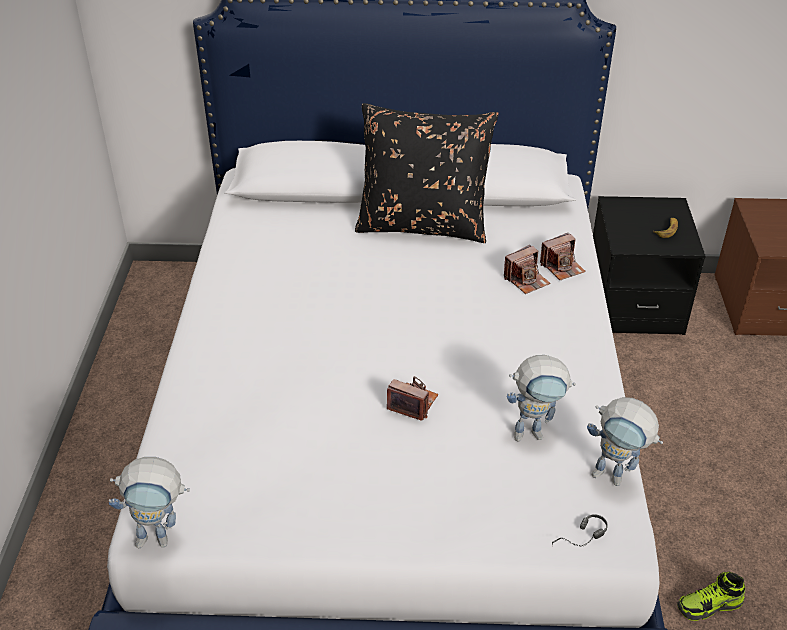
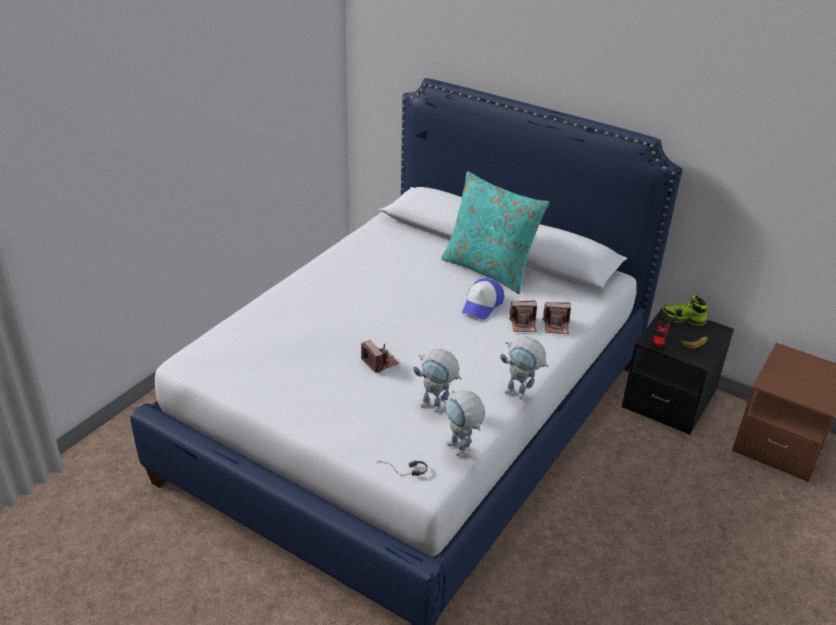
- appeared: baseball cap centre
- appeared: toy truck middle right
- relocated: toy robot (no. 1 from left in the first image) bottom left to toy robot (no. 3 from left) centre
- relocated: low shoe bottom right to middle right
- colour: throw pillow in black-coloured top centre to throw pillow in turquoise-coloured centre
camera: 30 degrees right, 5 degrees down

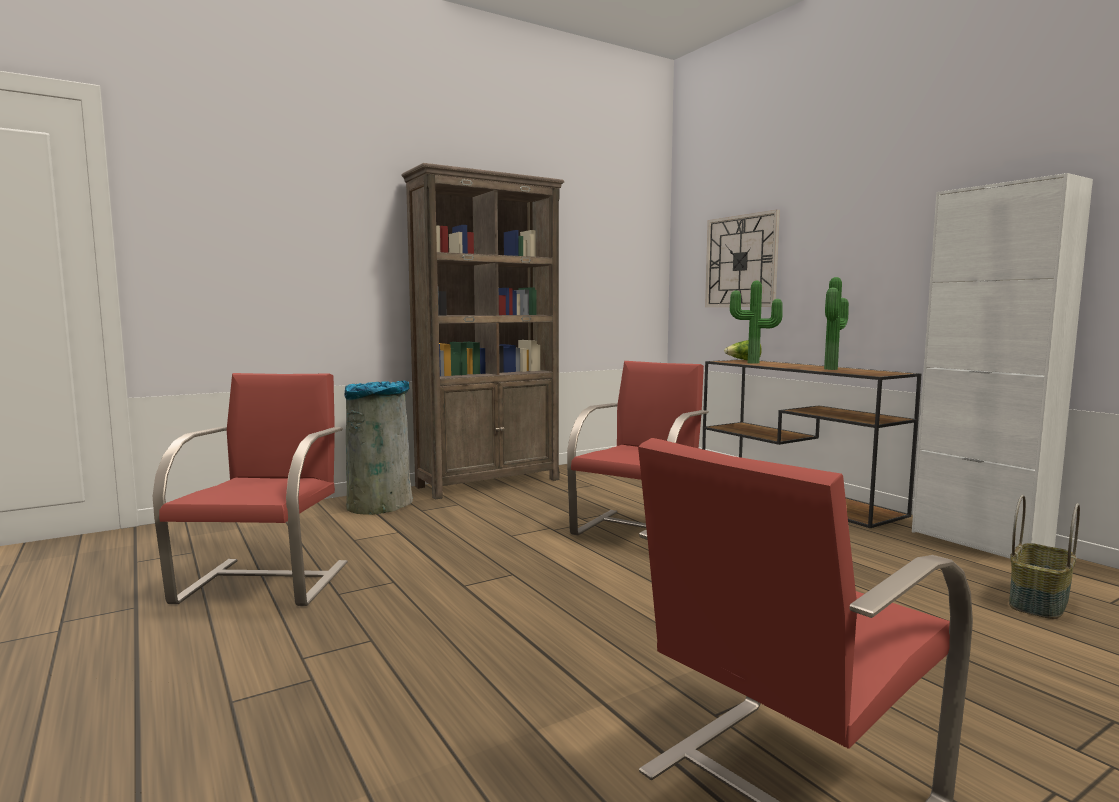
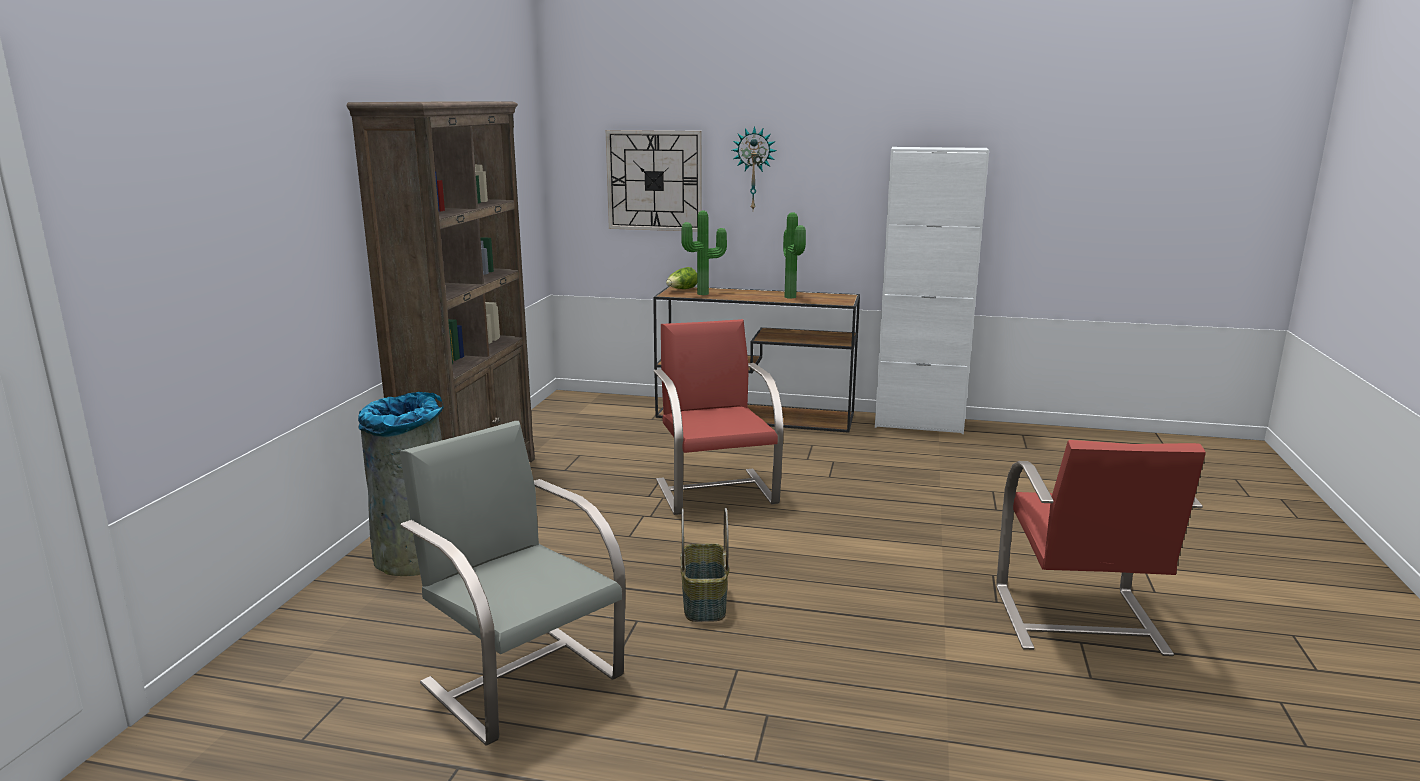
- appeared: clock on the wall (no. 2 from left) top centre
- relocated: household basket bottom right to bottom centre
- colour: plain chair in reddish (no. 1 from left) middle left to plain chair in grey bottom centre
camera: 45 degrees left, 10 degrees up

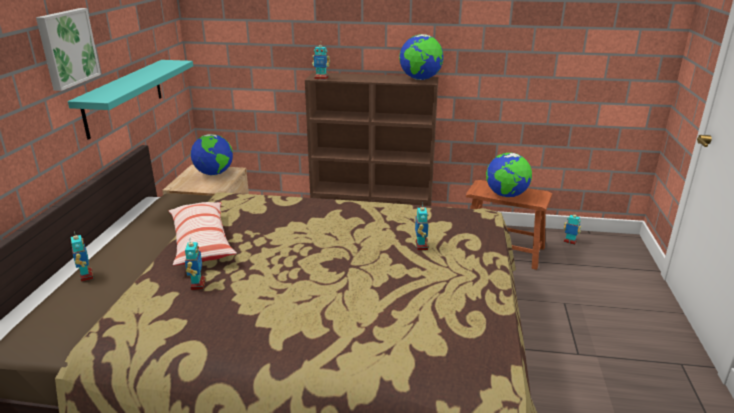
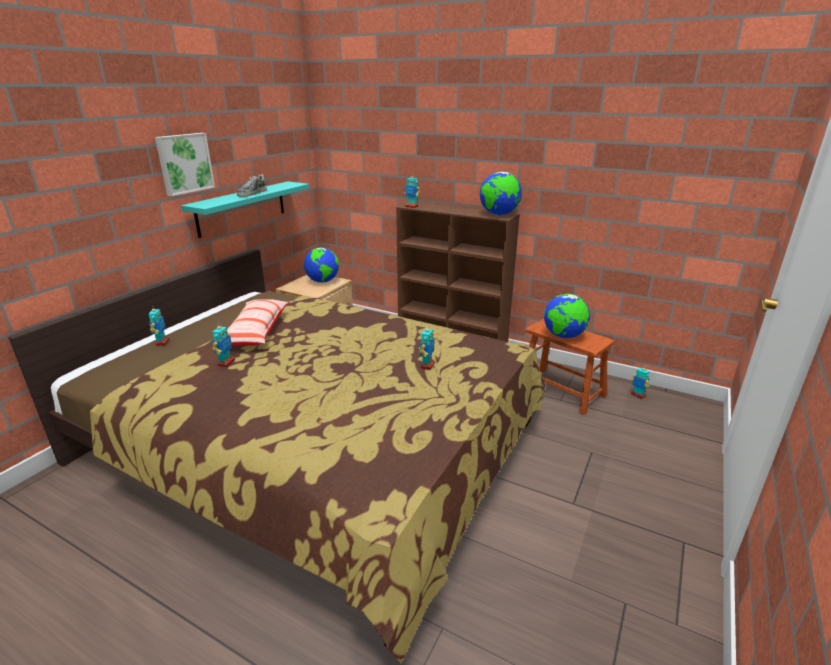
- appeared: low shoe top left
camera: 20 degrees right, 0 degrees up

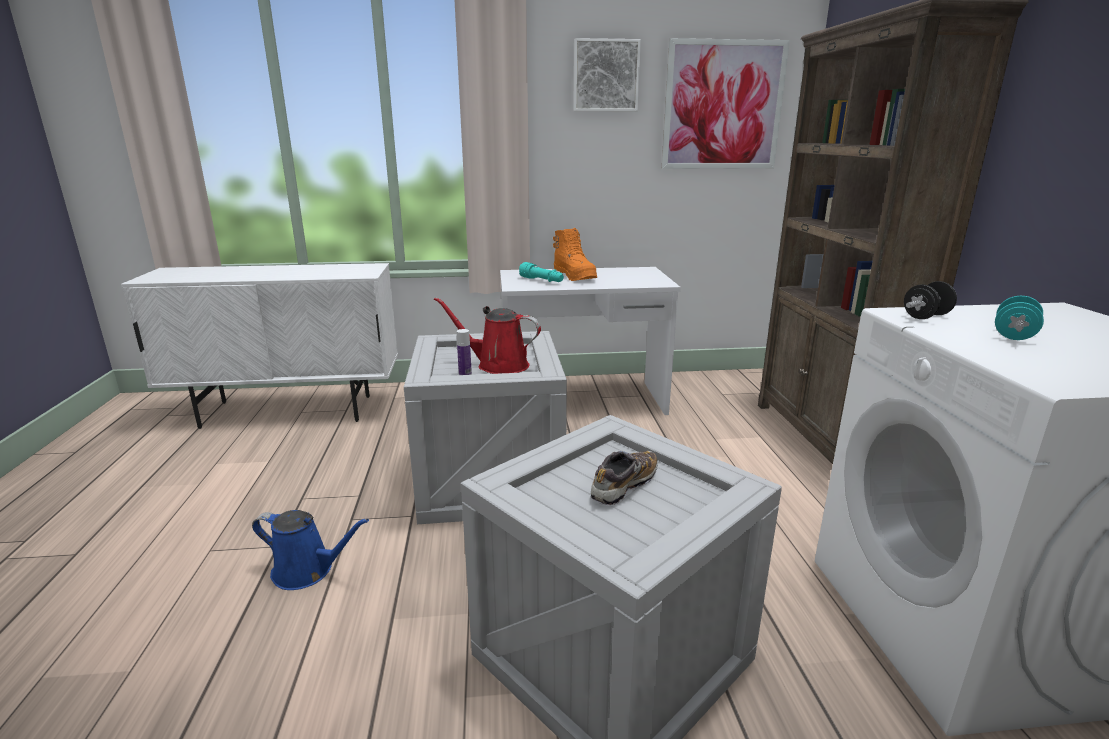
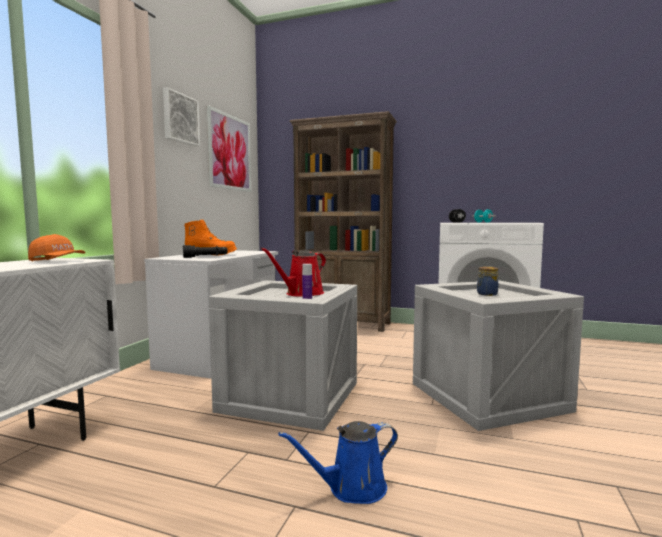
- appeared: baseball cap in orange middle left
- exchanged: low shoe centre to jar middle right
- colour: torch in turquoise-coloured centre to torch in black-coloured middle left
- spun: watering can in blue-coloured bottom left = bottom centre 150 degrees counterclockwise
camera: 65 degrees left, 15 degrees down

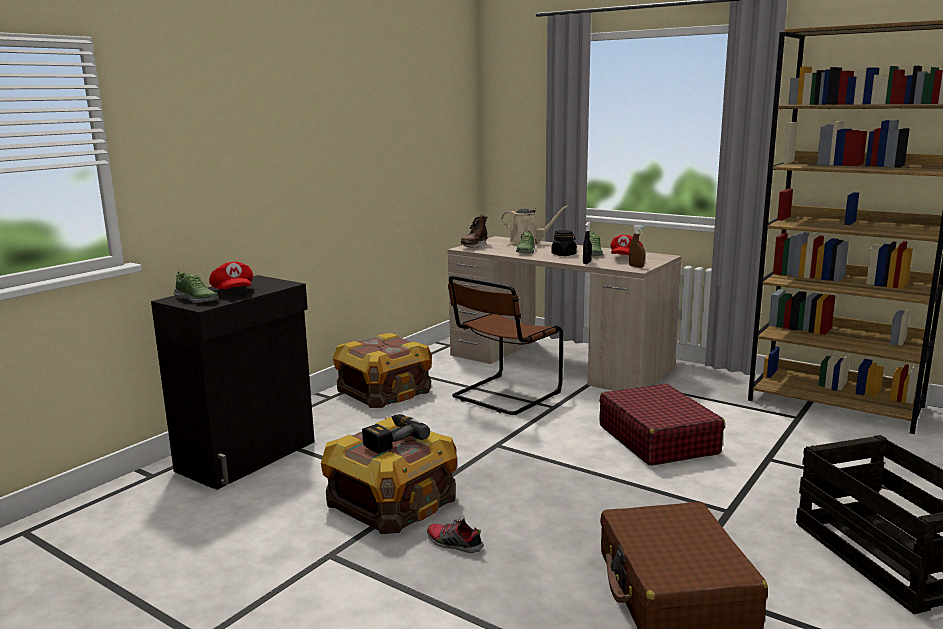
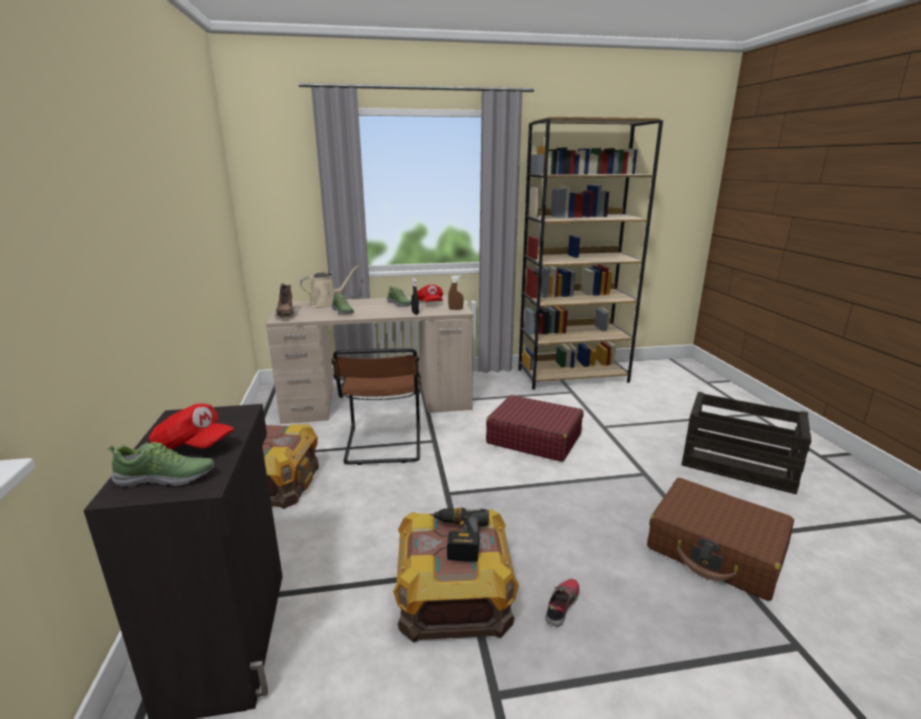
- missing: jar in black-coloured centre
- spun: low shoe (no. 2 from left in the first image) bottom centre = bottom centre 135 degrees clockwise
camera: 45 degrees left, 5 degrees up

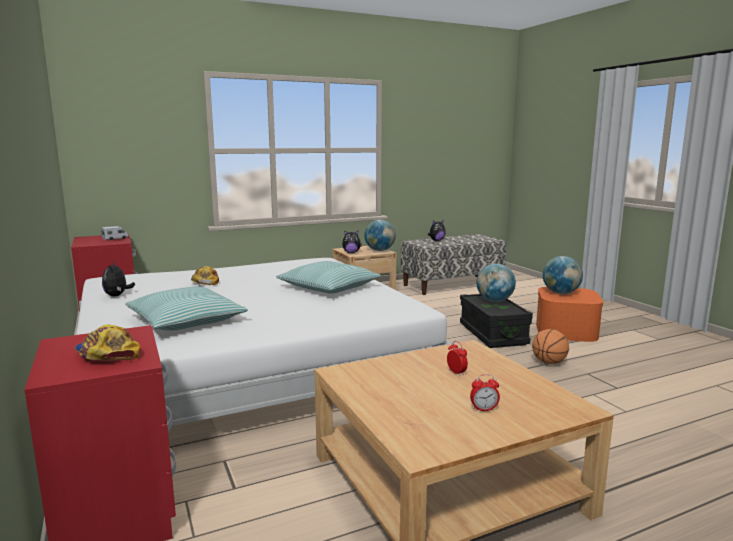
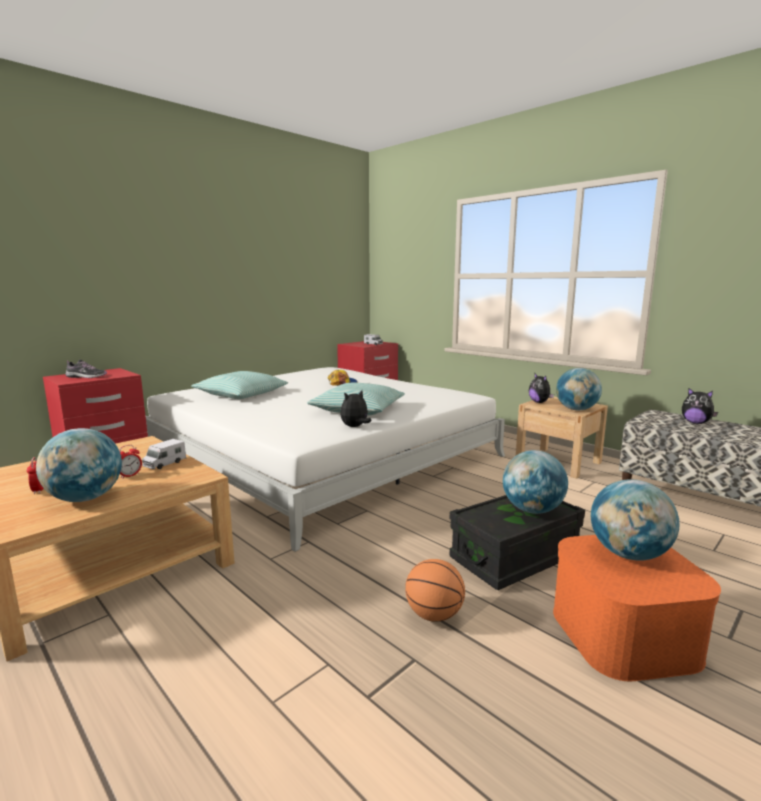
- appeared: desk globe (no. 1 from left) middle left
- appeared: toy truck (no. 1 from left) middle left
- relocated: plush toy (no. 1 from left) middle left to centre
- exchanged: baseball cap (no. 1 from left) middle left to low shoe middle left
camera: 70 degrees right, 0 degrees up

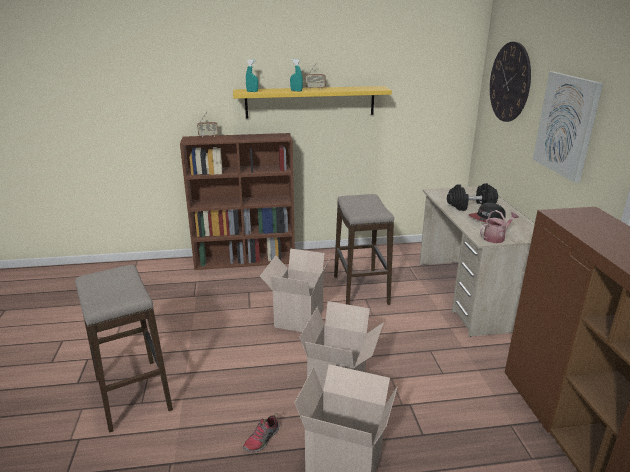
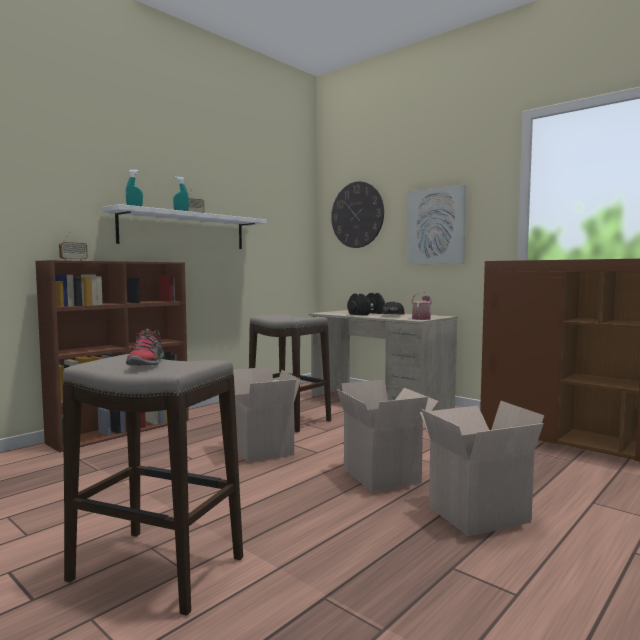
- relocated: low shoe bottom centre to middle left
- colour: bracket shelf in yellow-coloured top centre to bracket shelf in white-coloured middle left
camera: 40 degrees left, 20 degrees down

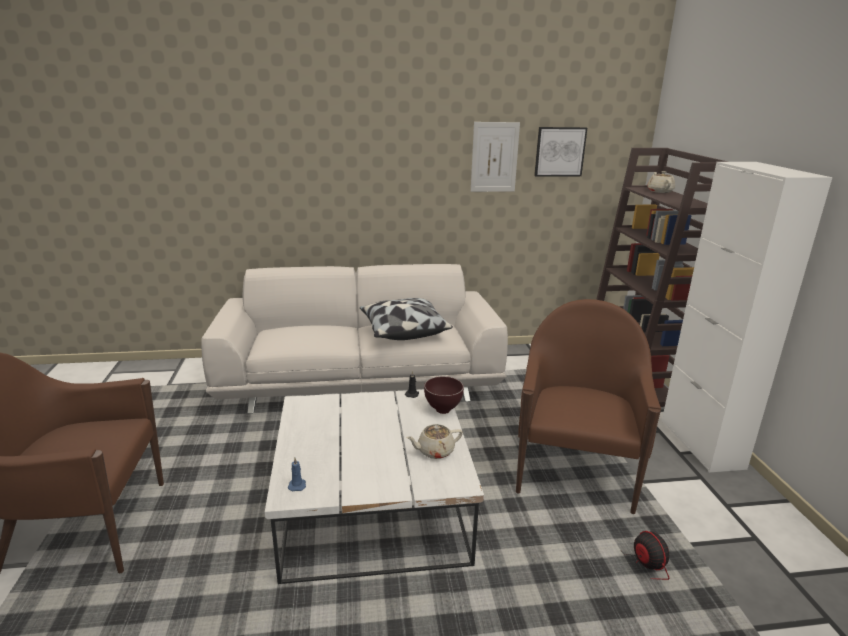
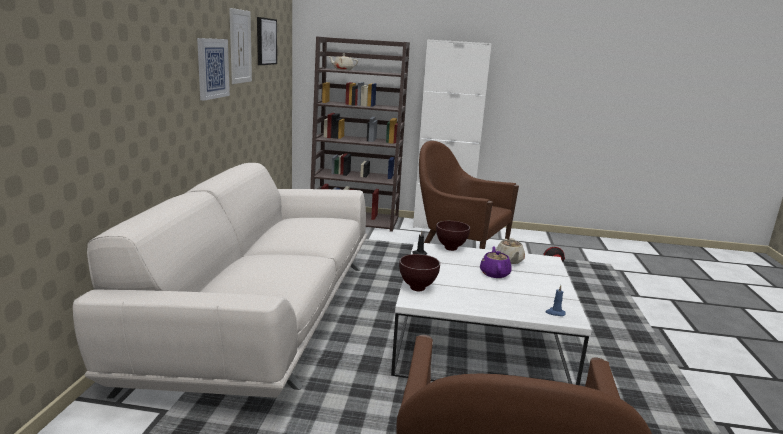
- missing: throw pillow centre
- appeared: picture (no. 1 from left) top left
- appeared: serving bowl in brownish (no. 1 from left) centre
- appeared: tea pot in purplish centre
camera: 75 degrees left, 5 degrees down

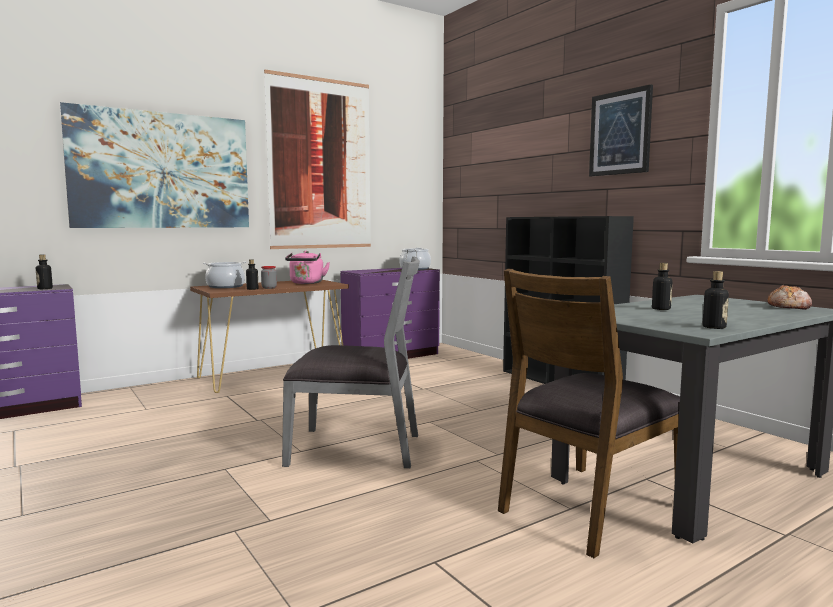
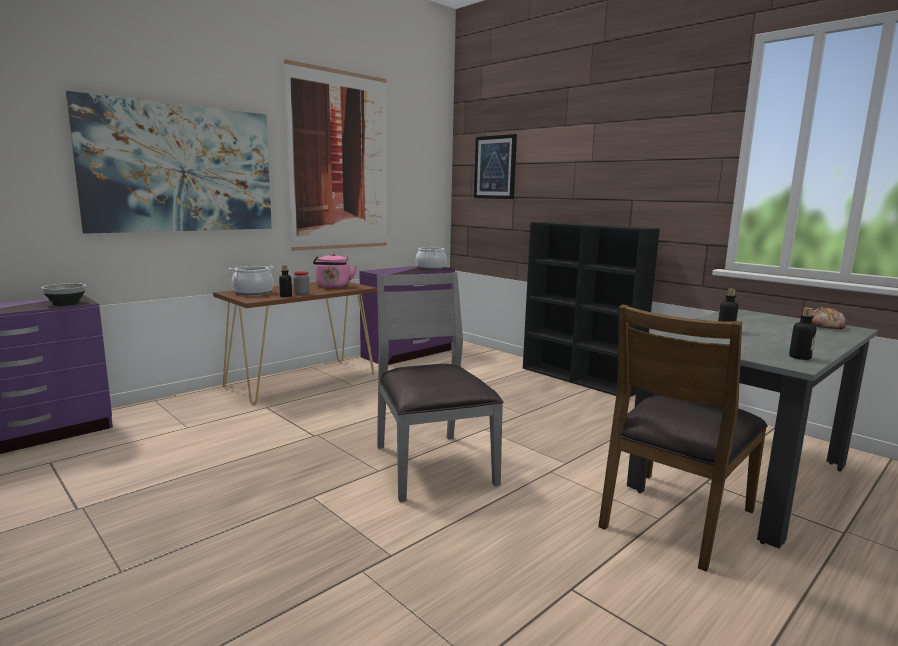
- relocated: picture (no. 3 from left) top right to top centre
- exchanged: drink bottle (no. 1 from left) middle left to serving bowl middle left
- spun: plain chair in grey centre = centre 105 degrees counterclockwise
camera: 10 degrees left, 5 degrees up

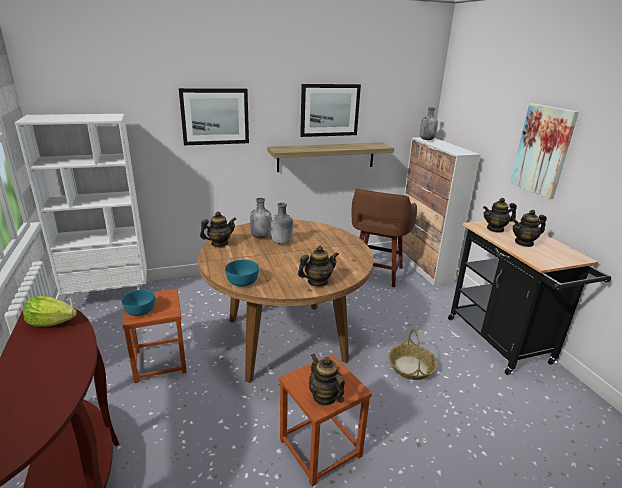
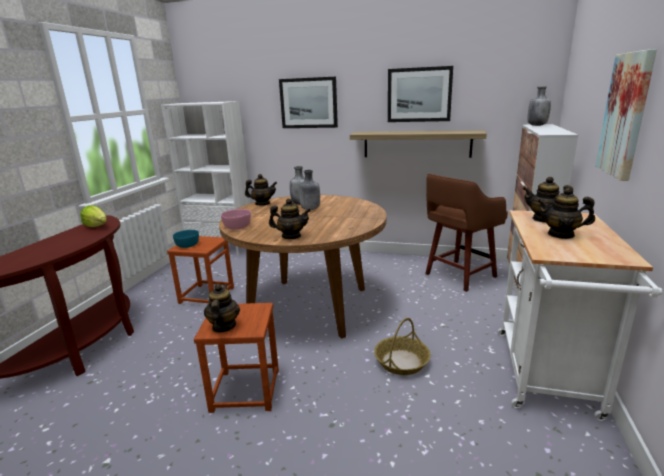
- colour: serving bowl in turquoise-coloured (no. 2 from left) centre to serving bowl in pink centre
- colour: trolley in black-coloured middle right to trolley in white-coloured middle right
camera: 35 degrees right, 5 degrees down

